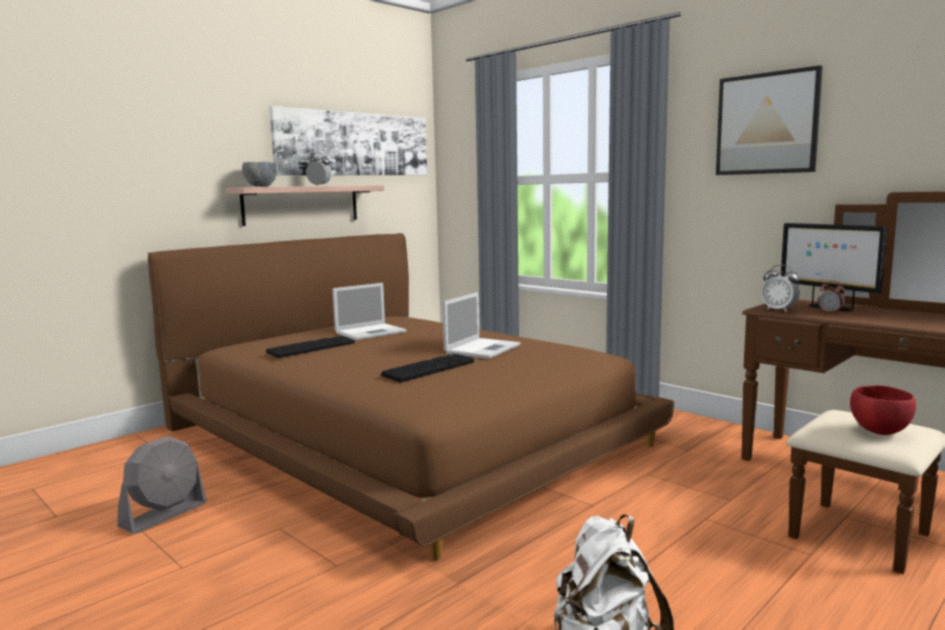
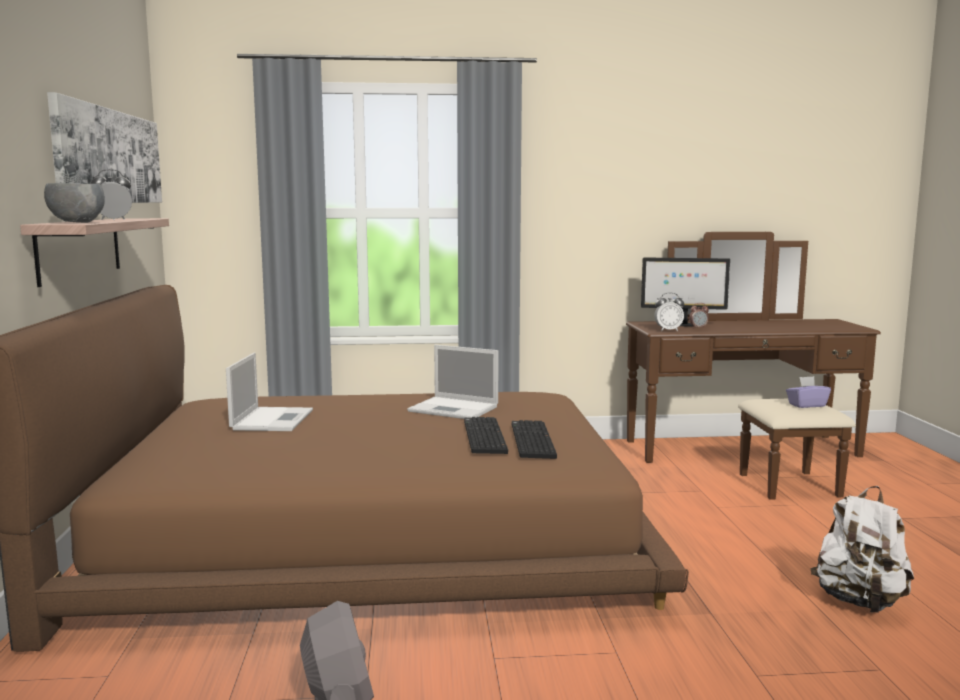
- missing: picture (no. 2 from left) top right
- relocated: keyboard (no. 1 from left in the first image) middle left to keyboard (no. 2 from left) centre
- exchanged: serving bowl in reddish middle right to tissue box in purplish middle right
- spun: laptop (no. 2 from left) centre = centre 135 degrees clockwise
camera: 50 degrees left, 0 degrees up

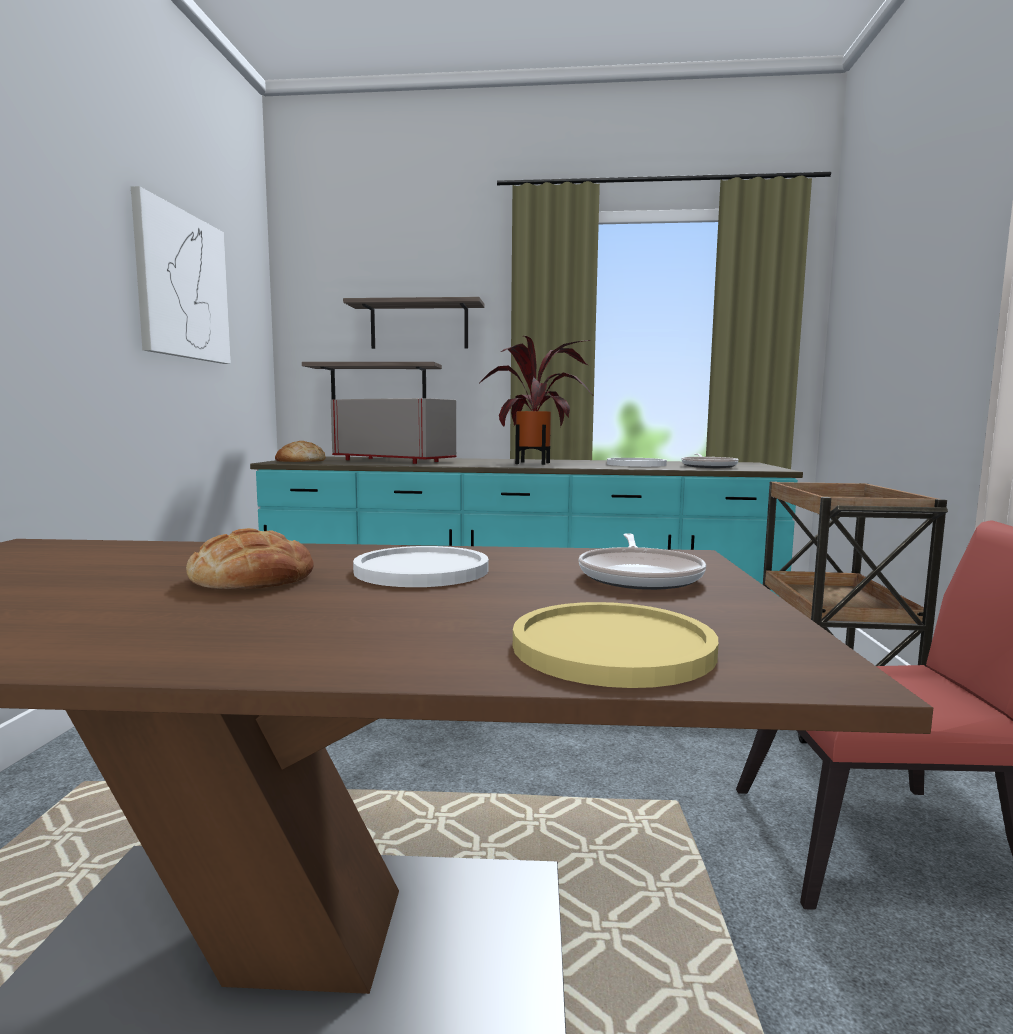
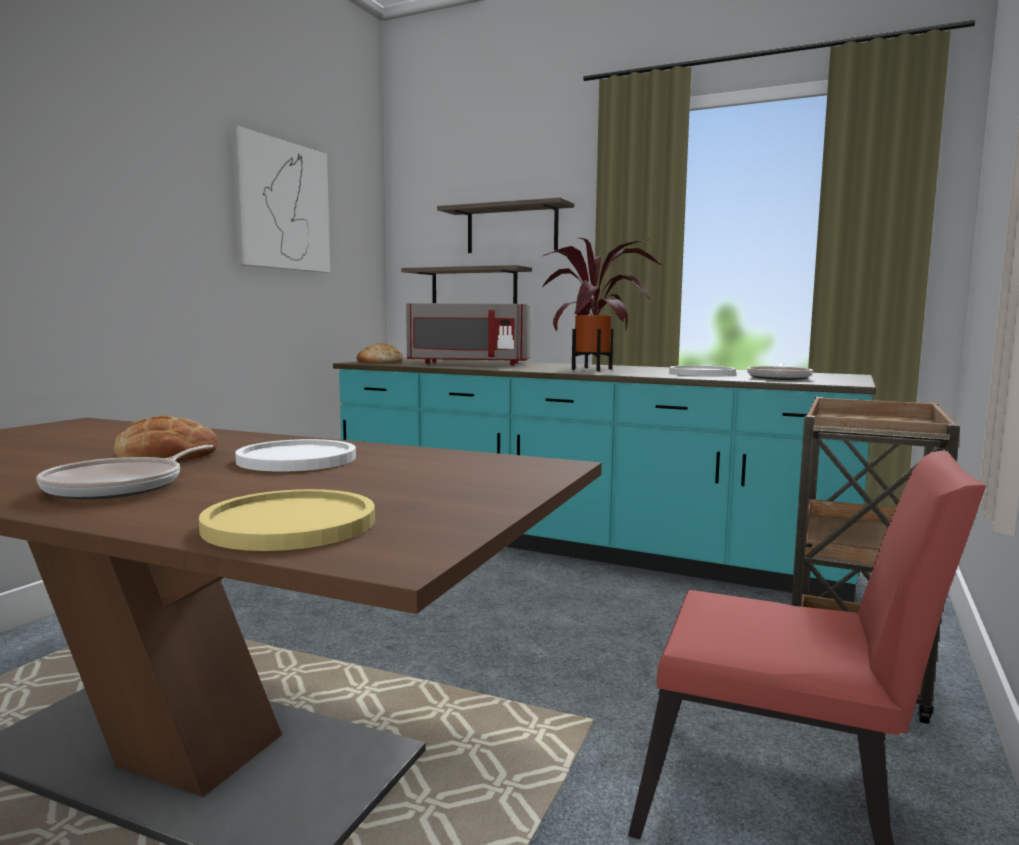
- relocated: pan (no. 1 from left) centre to middle left
- spun: kitchen microwave in grey centre = centre 135 degrees clockwise
camera: 20 degrees right, 0 degrees up

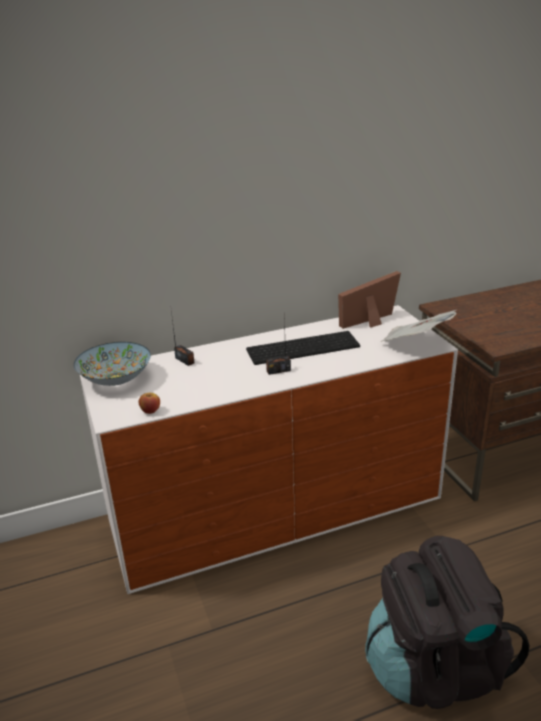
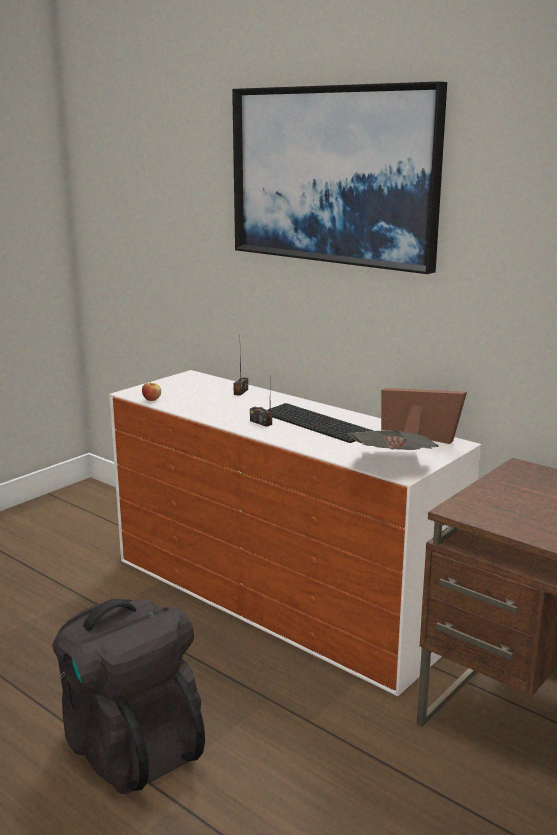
- missing: serving bowl middle left
- appeared: picture top centre
camera: 60 degrees right, 10 degrees down

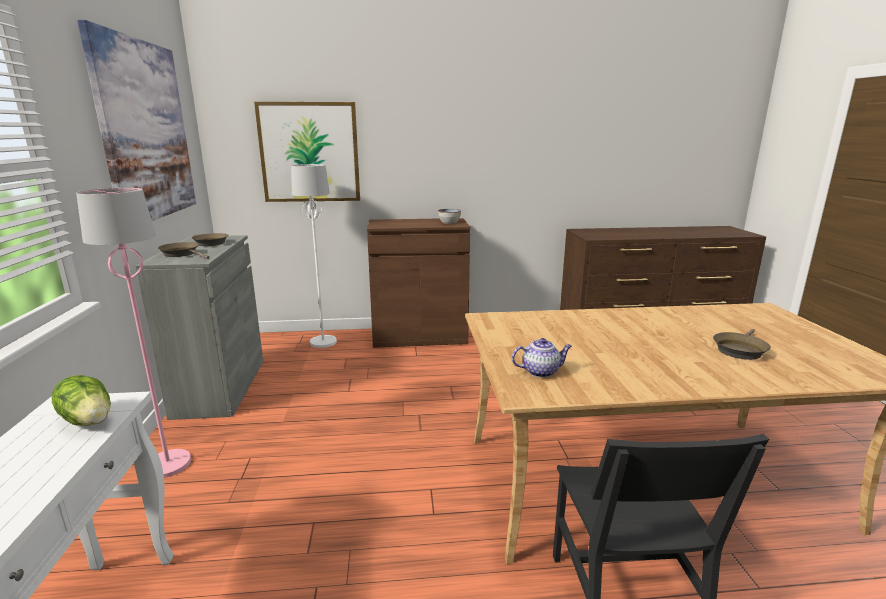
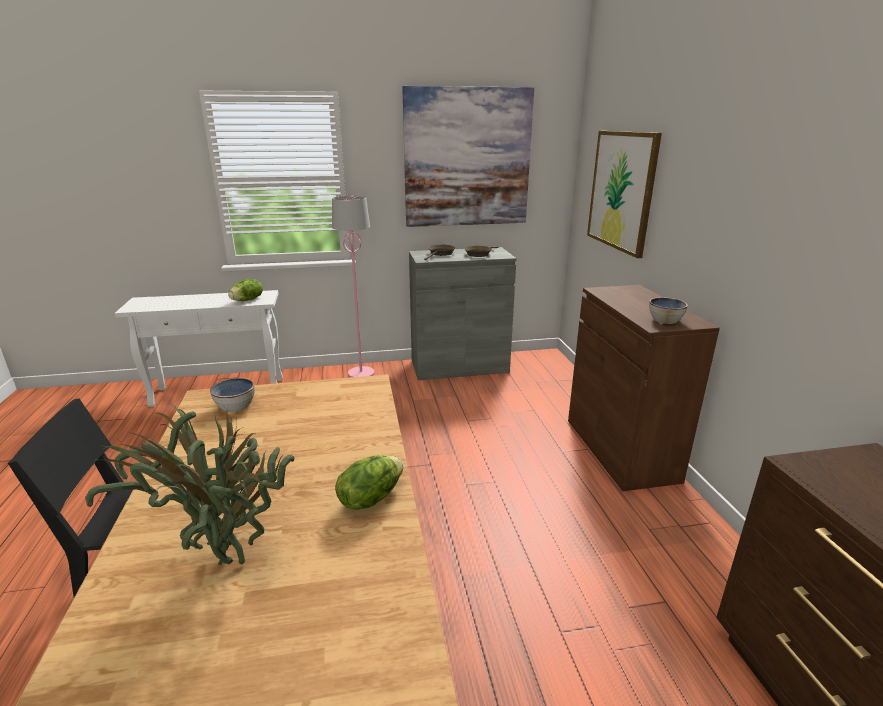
- missing: standing lamp in white-coloured centre
- appeared: head of lettuce (no. 2 from left) bottom centre
- exchanged: tea pot centre to serving bowl (no. 1 from left) middle left
- exchanged: pan in brownish (no. 3 from left) middle right to plant in a pot bottom left
camera: 85 degrees right, 5 degrees up

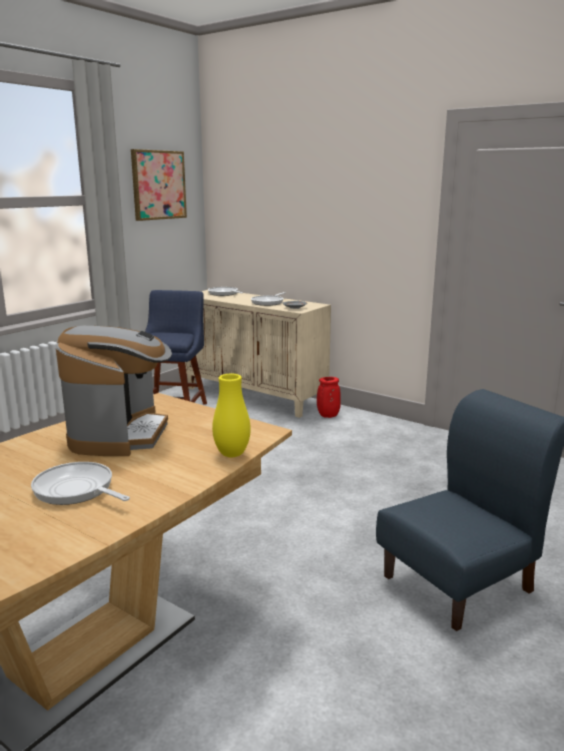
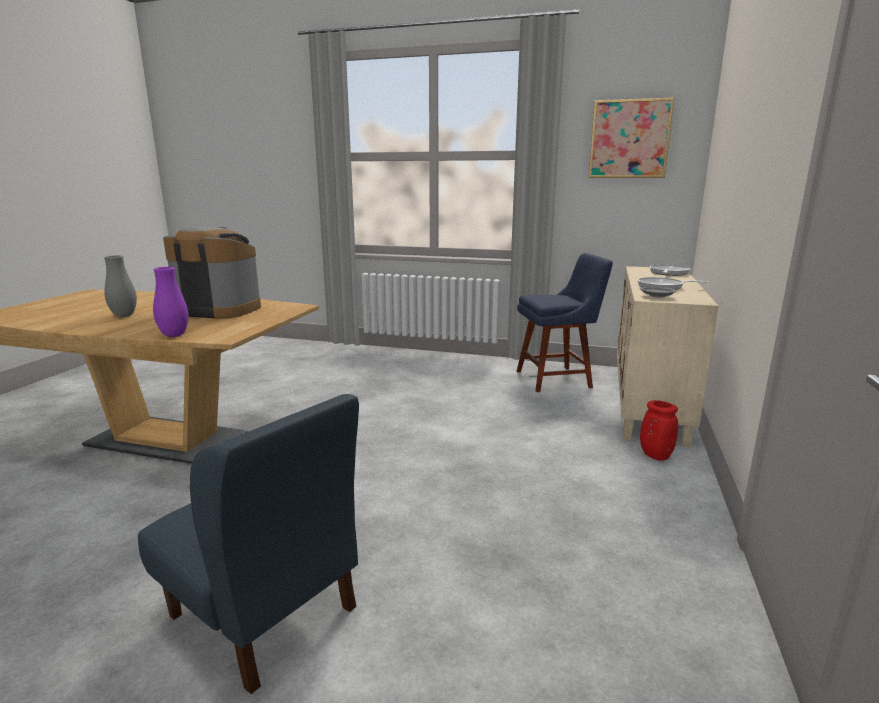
- exchanged: pan (no. 1 from left) middle left to vase in grey middle left
- colour: vase in yellow-coloured centre to vase in purplish middle left
- spun: coffee machine middle left = middle left 150 degrees counterclockwise
camera: 70 degrees right, 0 degrees up

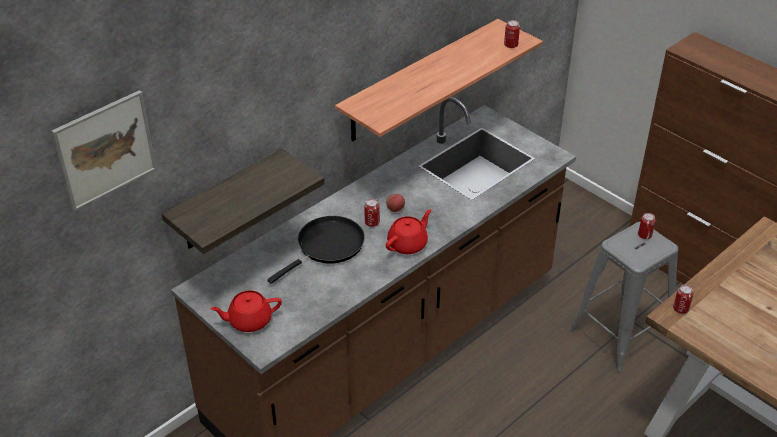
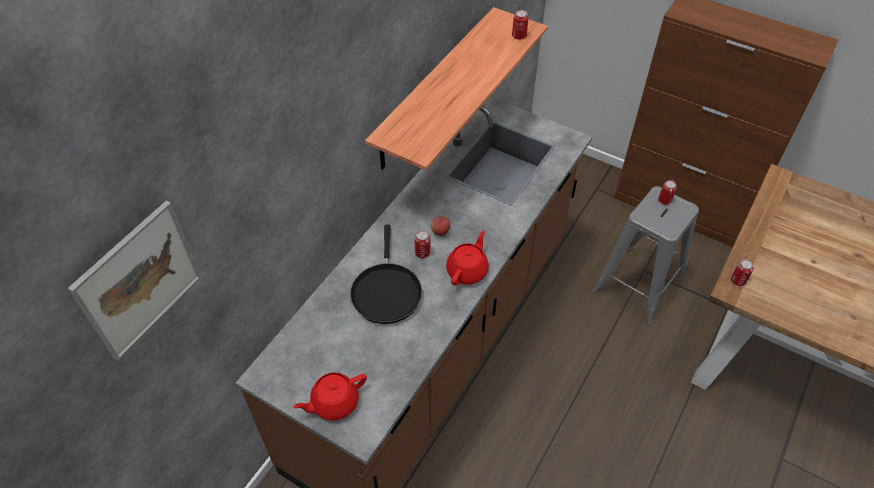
- missing: bracket shelf (no. 1 from left) middle left
- spun: pan in black-coloured centre = centre 150 degrees clockwise
camera: 15 degrees left, 10 degrees up

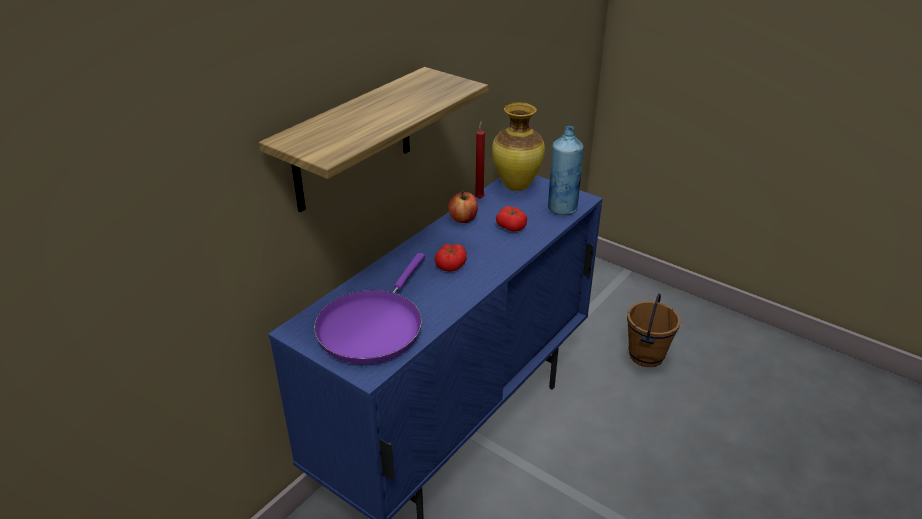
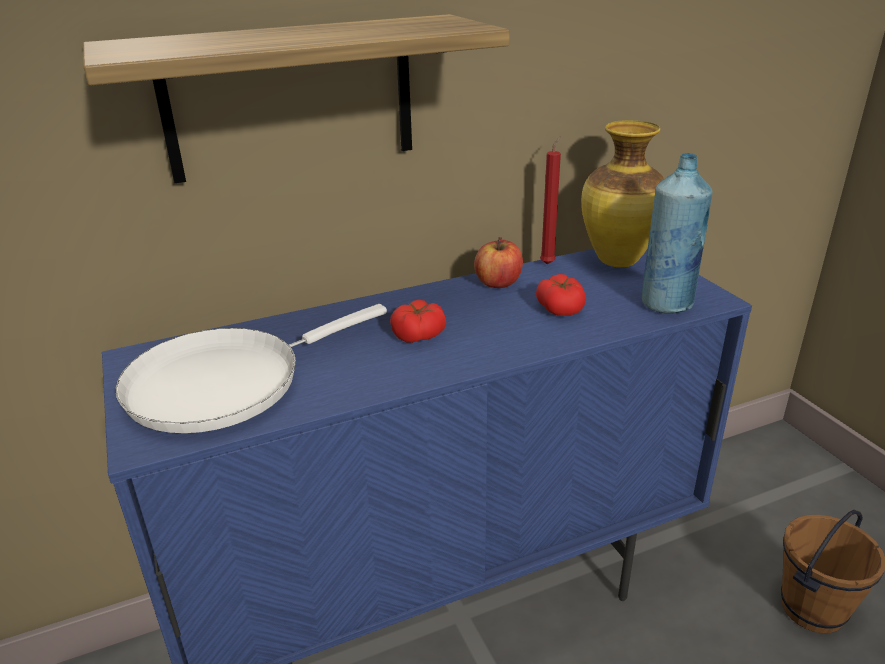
- colour: pan in purplish centre to pan in white-coloured middle left
camera: 30 degrees right, 5 degrees down

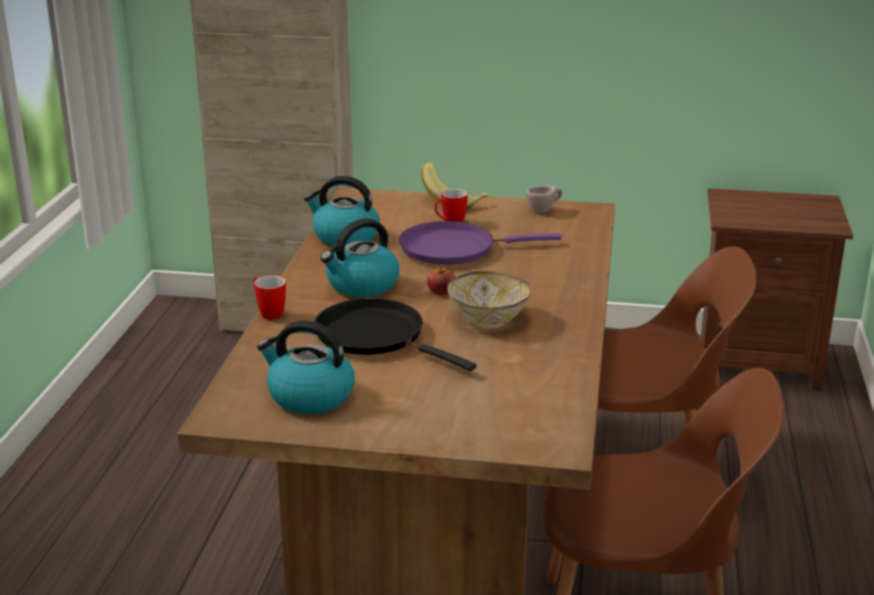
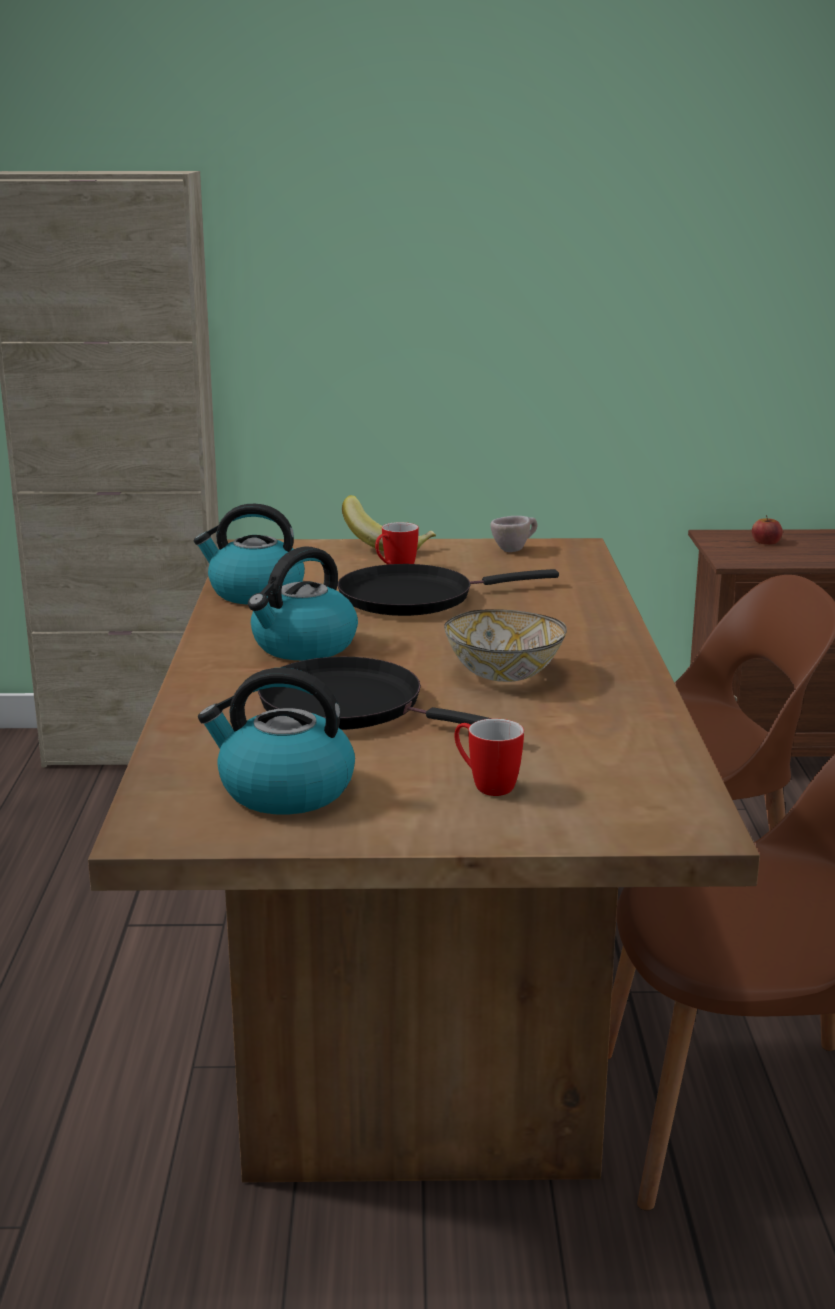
- relocated: tea mug (no. 1 from left in the first image) middle left to tea mug (no. 2 from left) centre
- relocated: apple centre to middle right
- colour: pan in purplish centre to pan in black-coloured (no. 2 from left) centre
camera: 10 degrees left, 5 degrees down

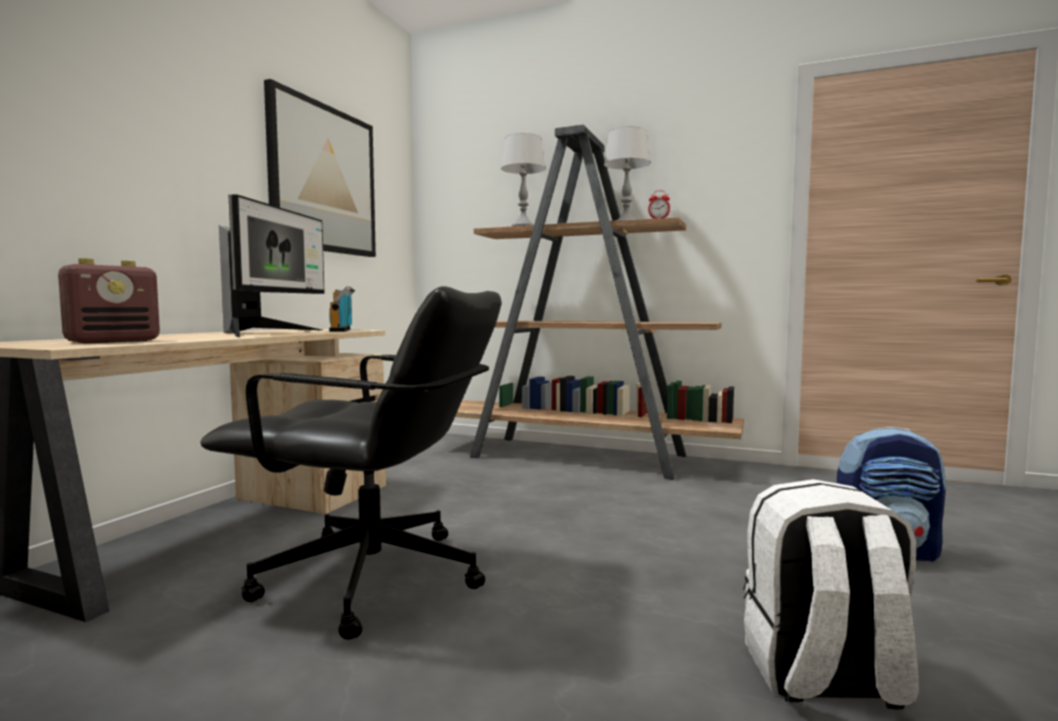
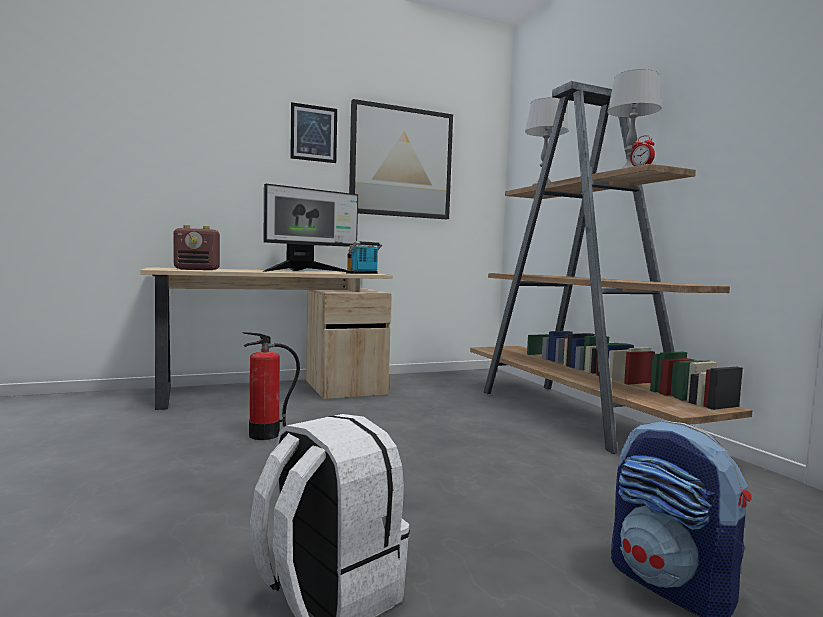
- appeared: picture (no. 1 from left) top centre
- exchanged: desk chair in black-coloured middle left to extinguisher middle left
camera: 45 degrees right, 0 degrees up

